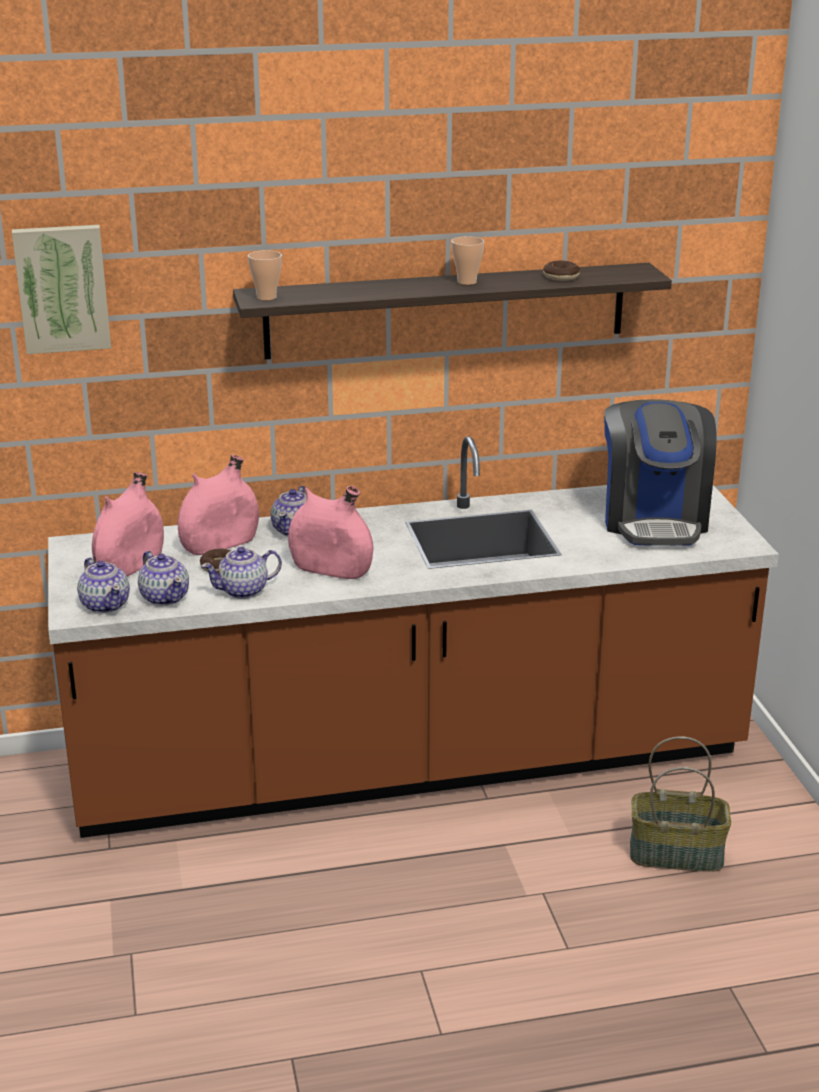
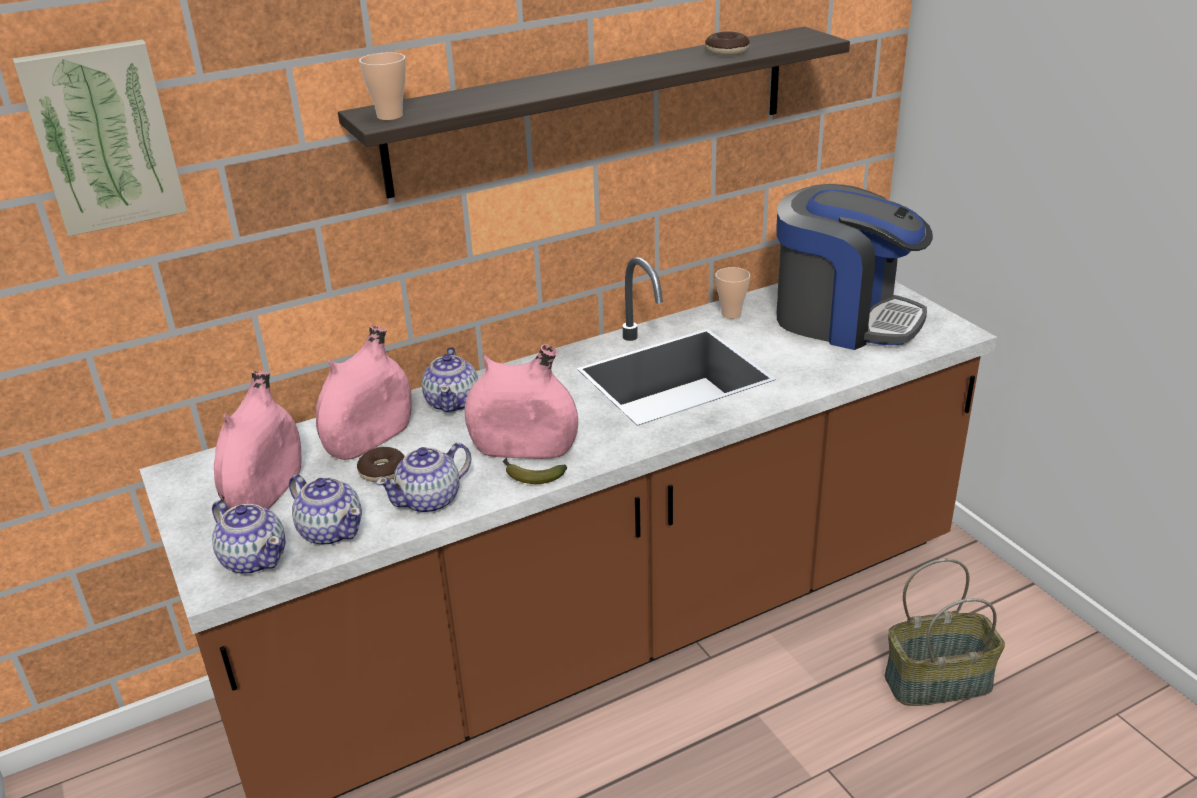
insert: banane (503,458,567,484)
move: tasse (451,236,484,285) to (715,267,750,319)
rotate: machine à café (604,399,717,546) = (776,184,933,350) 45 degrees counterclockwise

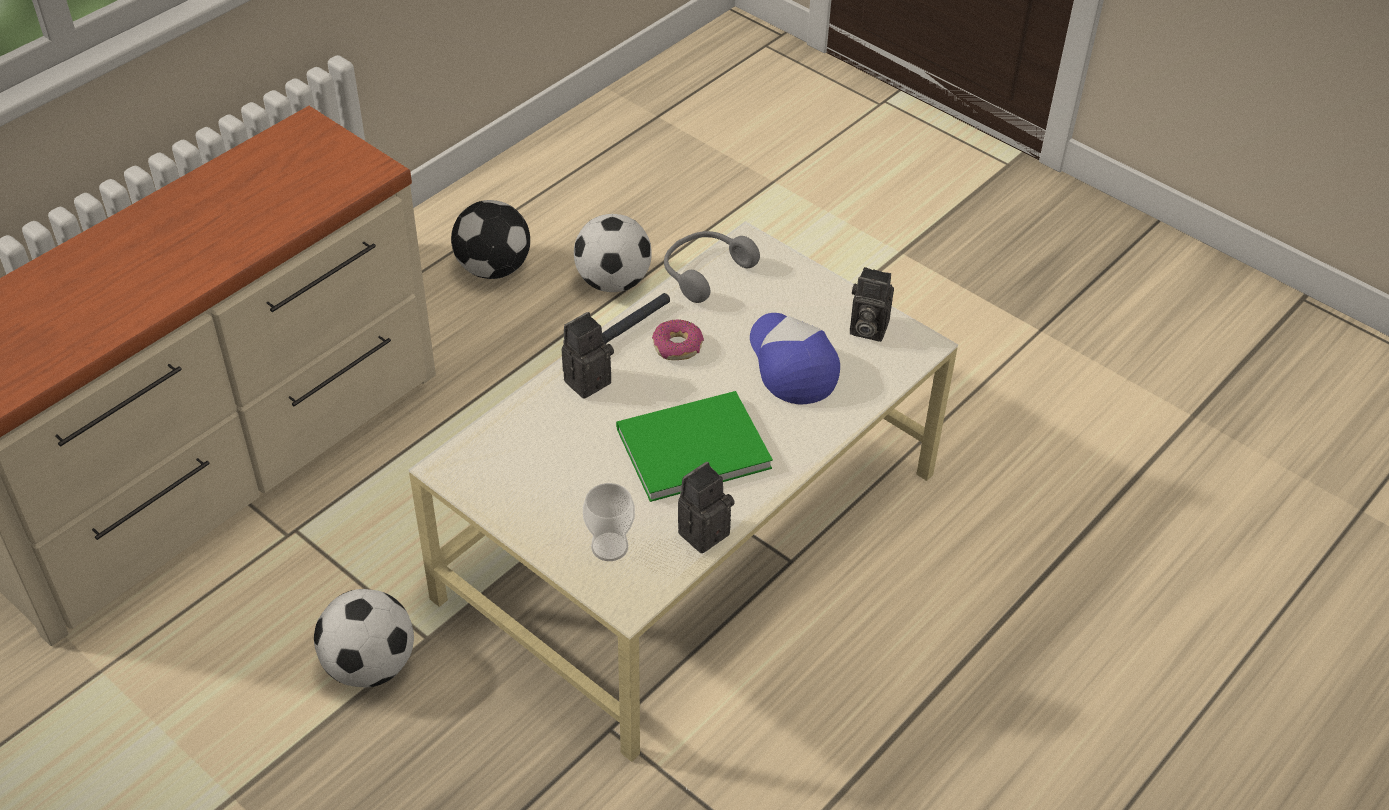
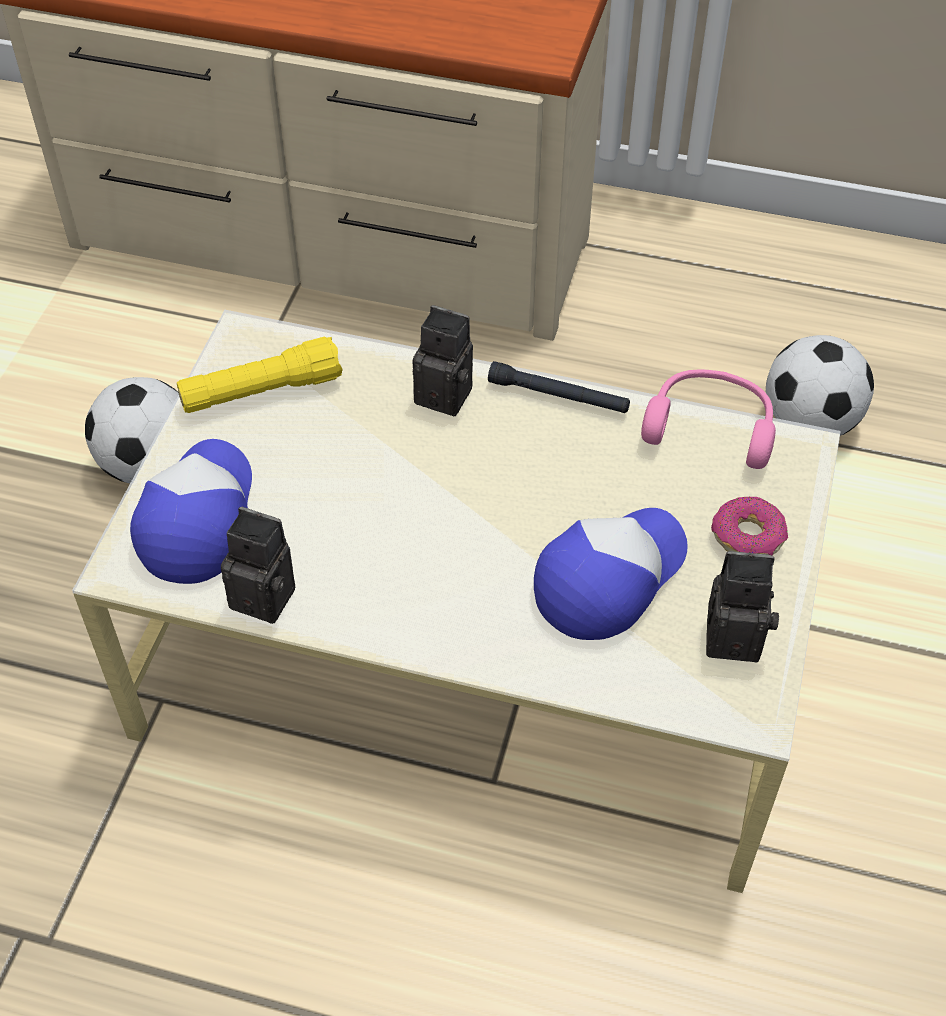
delete: ballon de foot (451,200,530,279); livre (vert) (616,391,773,502)
insert: lampe de poche (jaune) (177,337,343,413)
move: beignet (652,319,704,360) to (711,497,788,556)
replace: tasse (583,483,635,561) to casquette (130,439,252,584)
recolor: casque audio (gris) (664,231,760,303) to casque audio (rose) (641,369,776,469)
rotate: appareil photo (850,267,894,342) = (706,551,779,663) 105 degrees clockwise

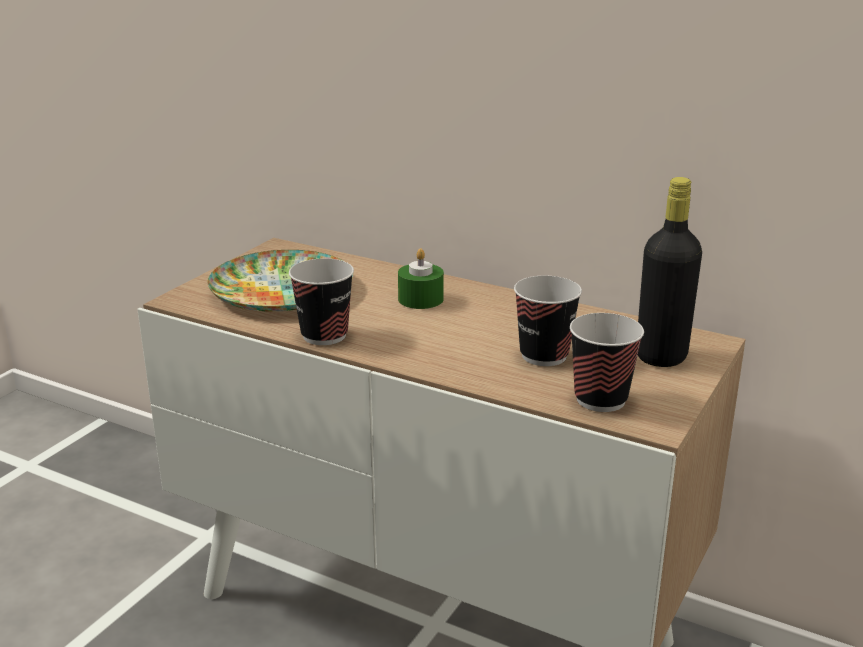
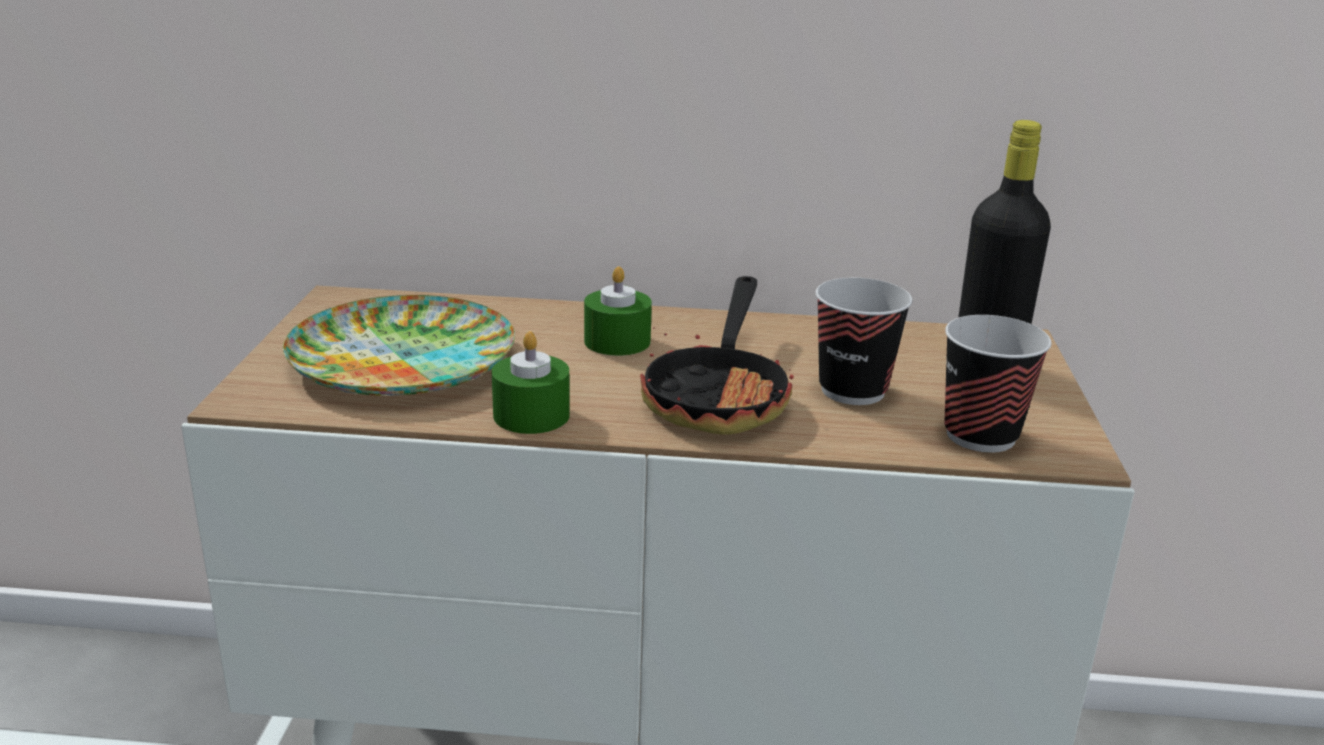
insert: poêle (640,276,794,435)
replace: tasse (289,258,354,345) to bougie (vert) (492,331,570,434)

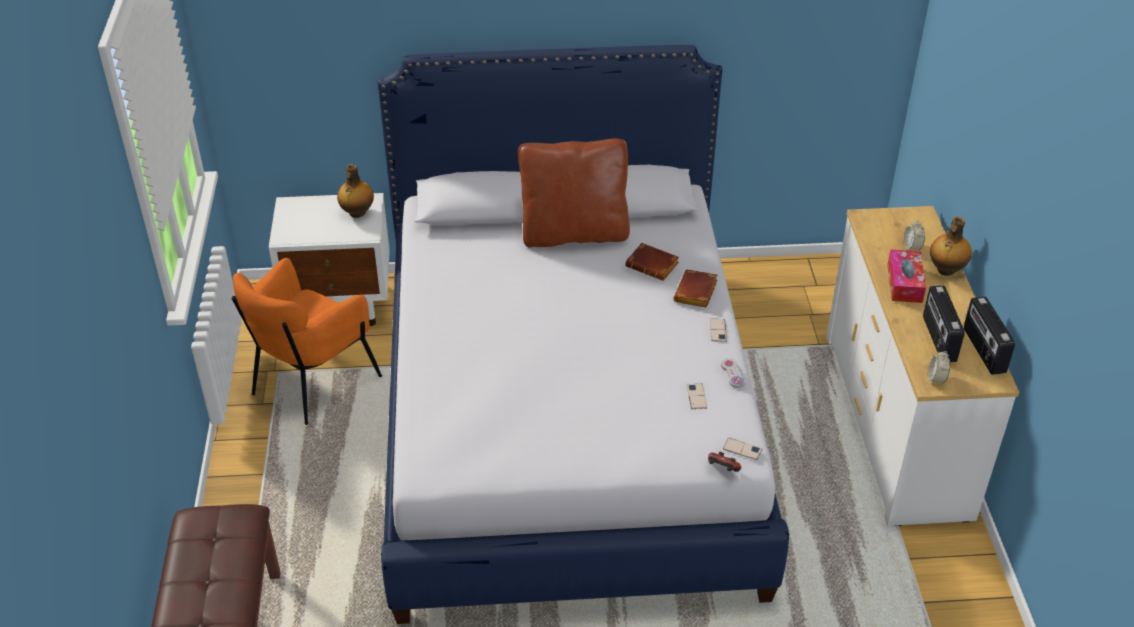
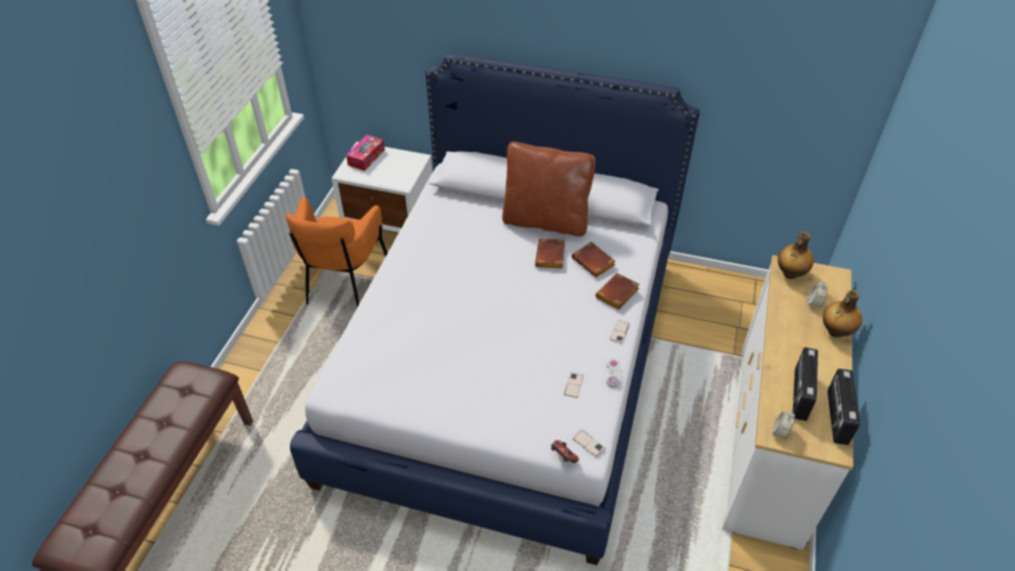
insert: livre (marron) (535,239,565,268)
move: bouteille (337,164,374,218) to (778,232,814,279); boîte à mouchoirs (887,250,926,303) to (346,135,385,171)
rotate: fauteuil (orange) (231,258,382,425) = (286,197,387,307) 45 degrees counterclockwise

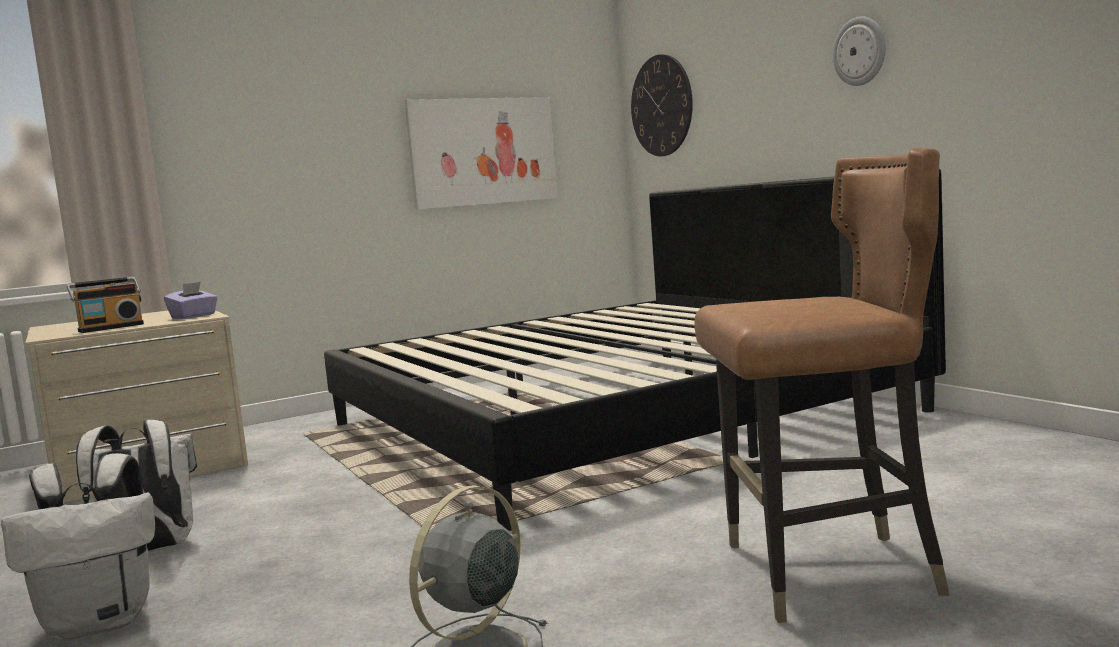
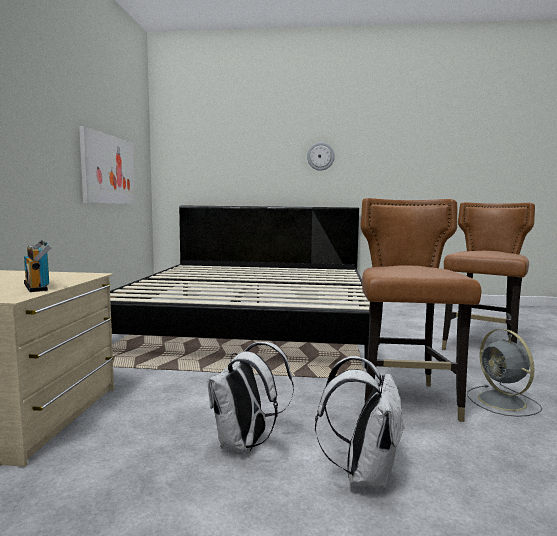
delete: boîte à mouchoirs (violet) (164,282,218,319); horloge murale (631,54,693,156)
insert: chaise (marron) (360,198,481,422)
rotate: radio (67,277,144,333) = (24,240,52,292) 150 degrees clockwise

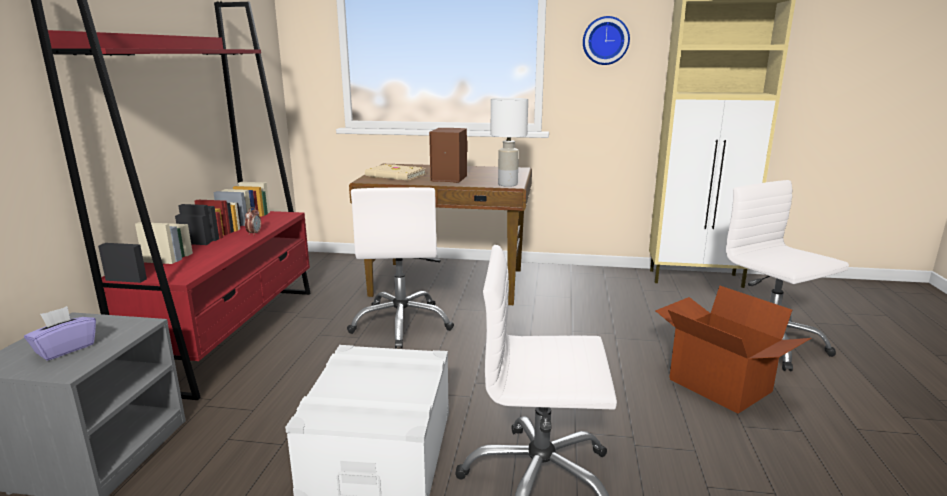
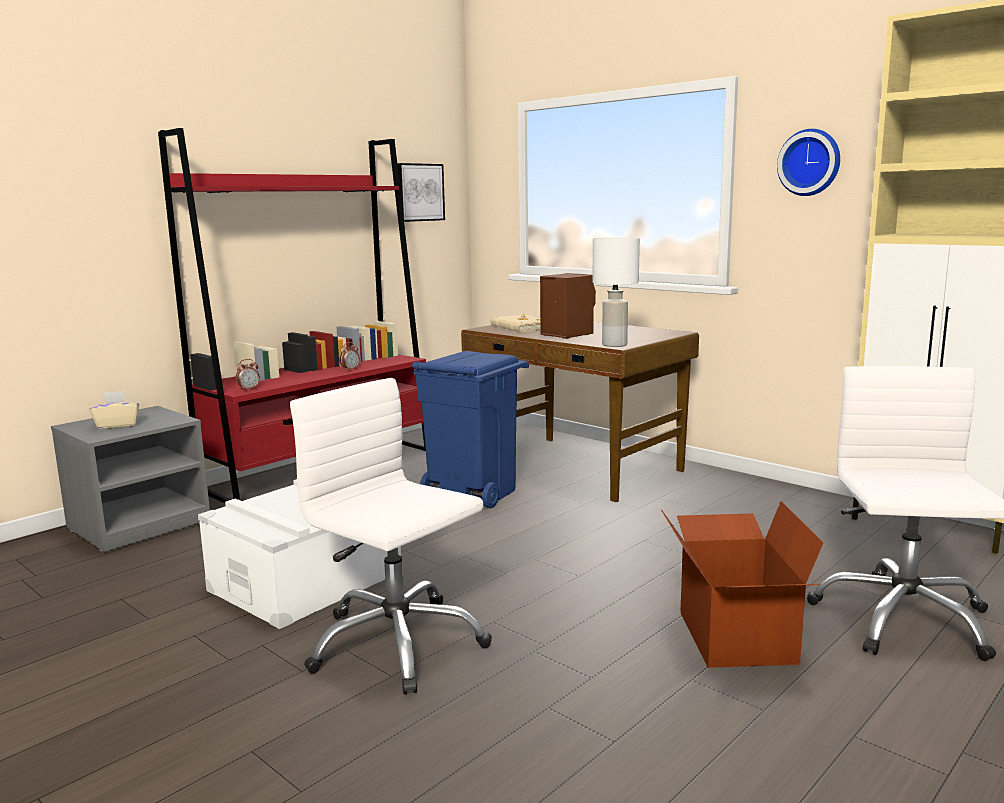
insert: réveil (236,359,260,391); tableau (397,163,445,222)
replace: chaise de bureau (blanc) (347,187,454,349) to poubelle (bleu) (412,351,529,508)
recolor: boîte à mouchoirs (violet) (24,306,96,361) to boîte à mouchoirs (beige) (90,391,140,429)

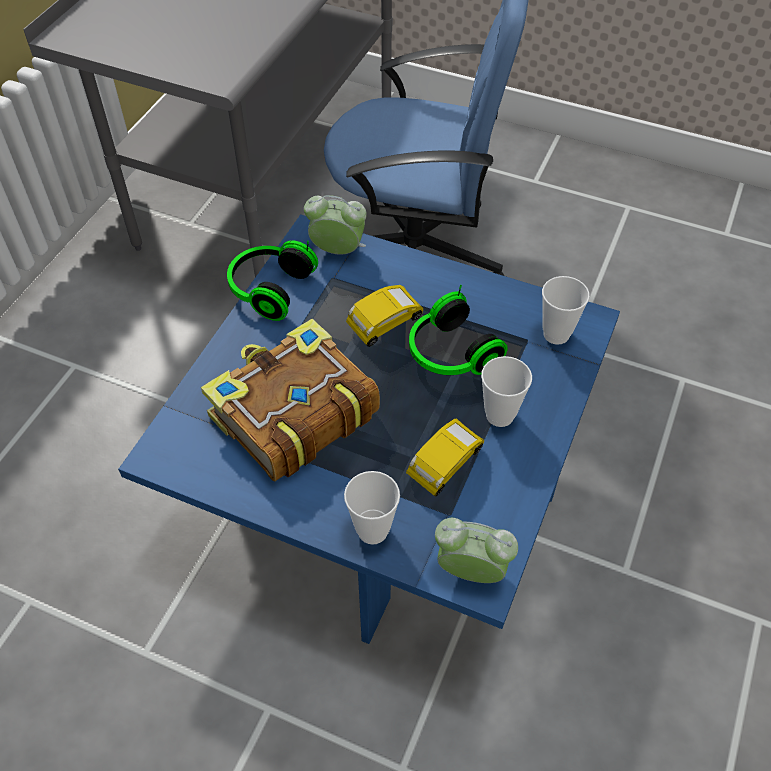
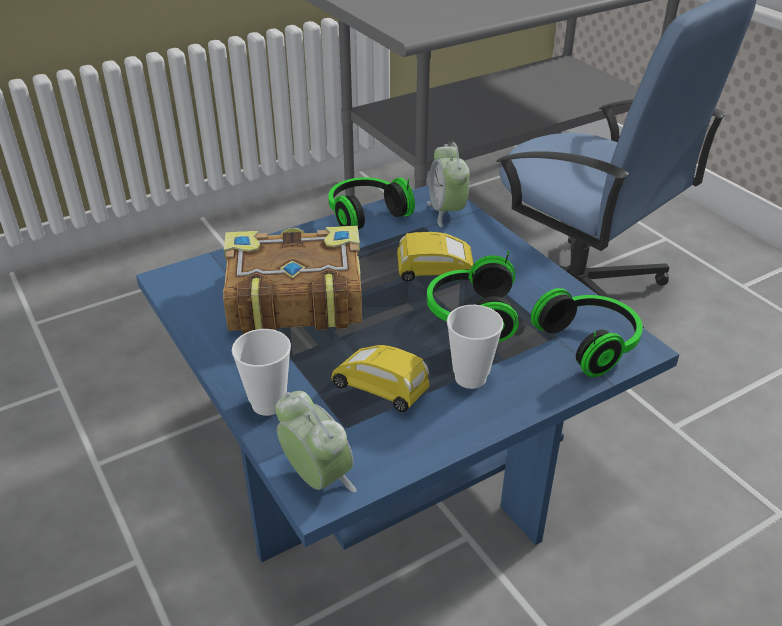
replace: tasse (542,276,590,345) to casque audio (531,288,643,377)
rotate: réveil (304,195,367,255) = (427,142,470,227) 150 degrees counterclockwise; petite voiture (jaune) (406,419,484,497) = (332,345,429,412) 135 degrees counterclockwise

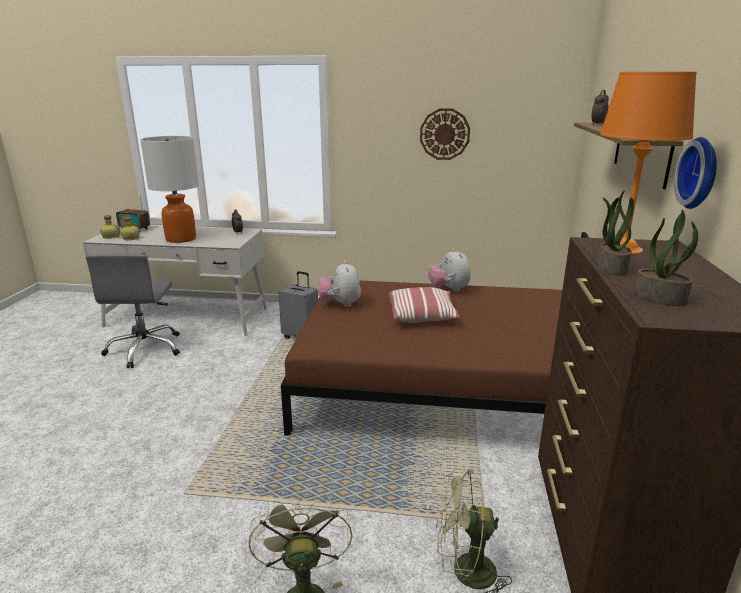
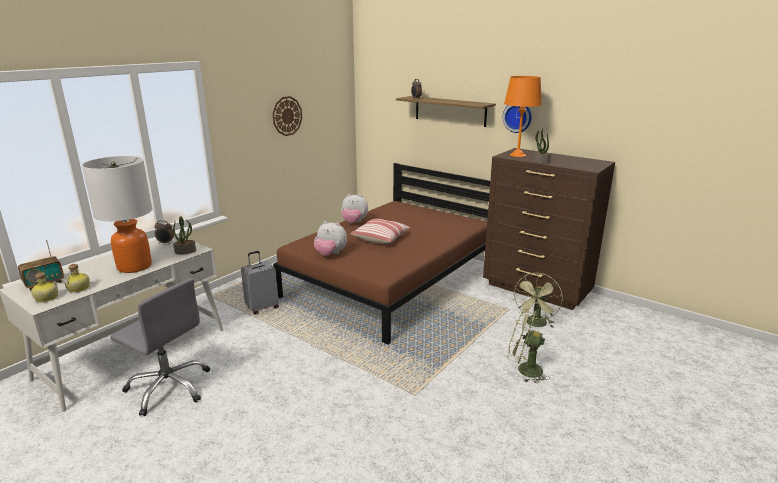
move: plante en pot (634,210,698,306) to (173,216,196,254)

